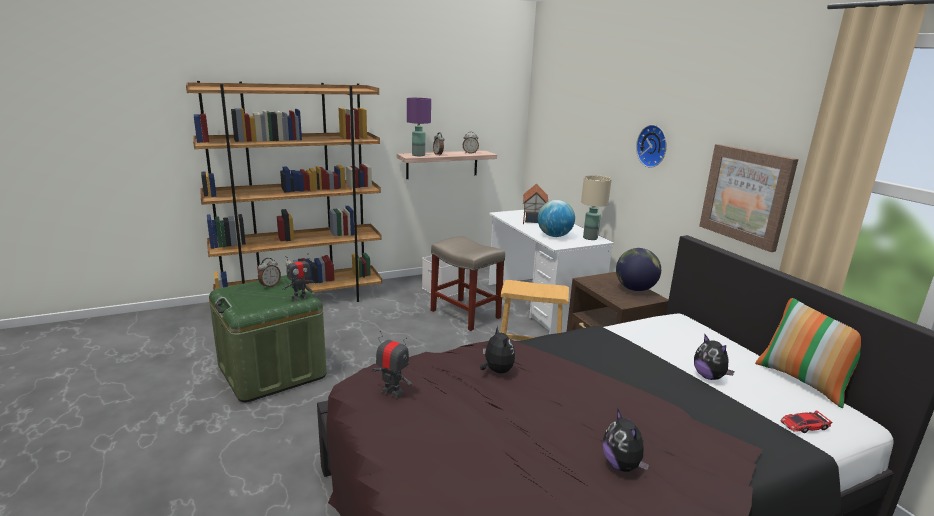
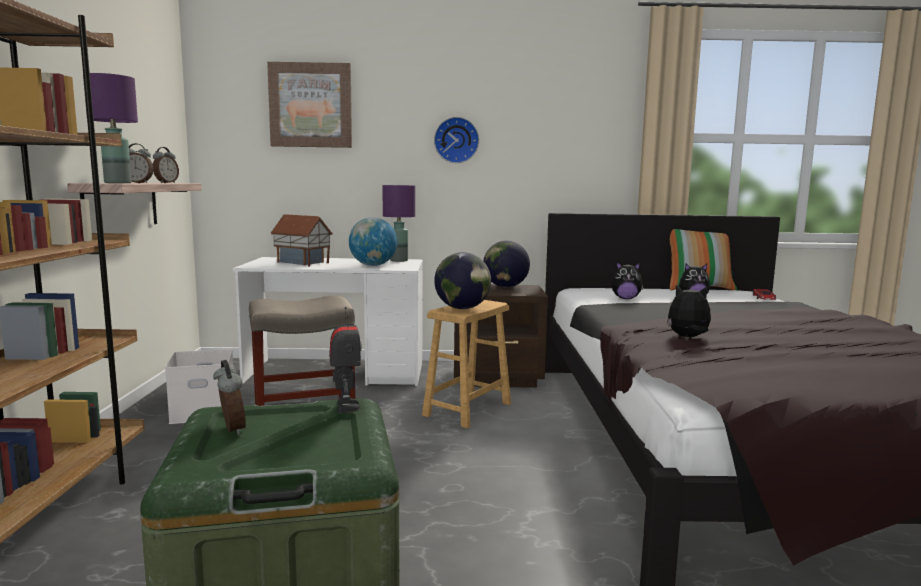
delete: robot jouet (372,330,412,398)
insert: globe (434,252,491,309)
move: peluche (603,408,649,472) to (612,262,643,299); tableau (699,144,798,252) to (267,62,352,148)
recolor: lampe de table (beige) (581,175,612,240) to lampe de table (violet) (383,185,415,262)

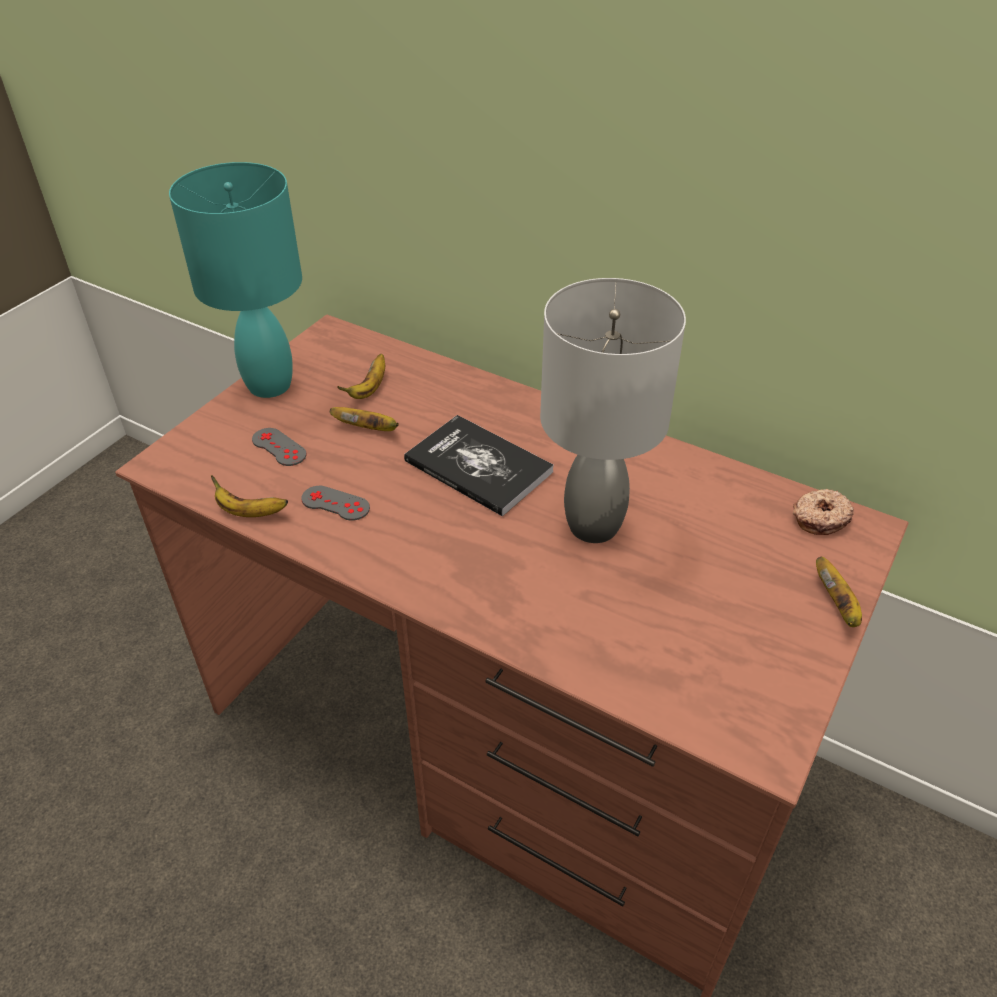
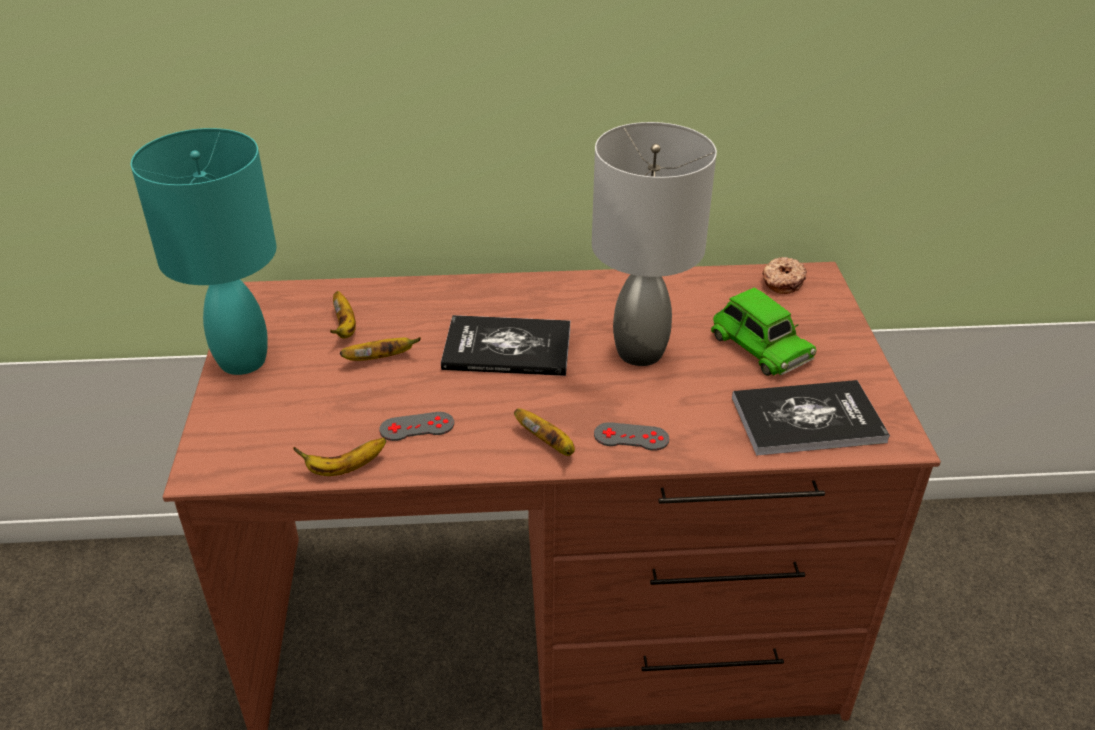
insert: petite voiture (vert) (711,288,816,376); livre (732,380,890,456)
move: manette (gris) (252,428,307,466) to (594,422,669,451); banane (816,556,862,627) to (514,408,575,456)

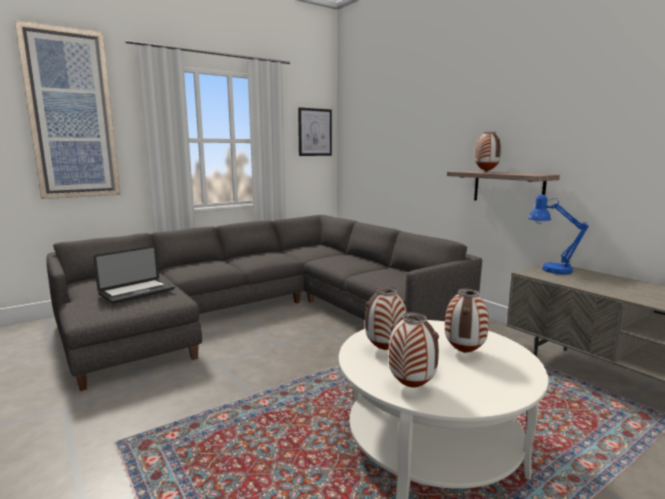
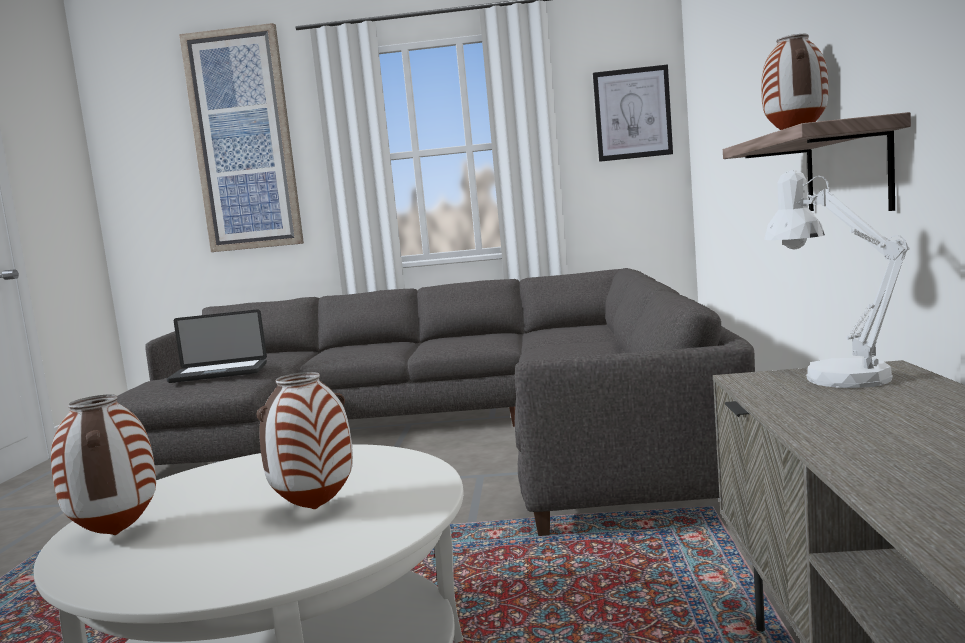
delete: vase (365,287,407,350)
recolor: lampe de table (bleu) (528,194,589,274) to lampe de table (blanc) (764,170,910,388)

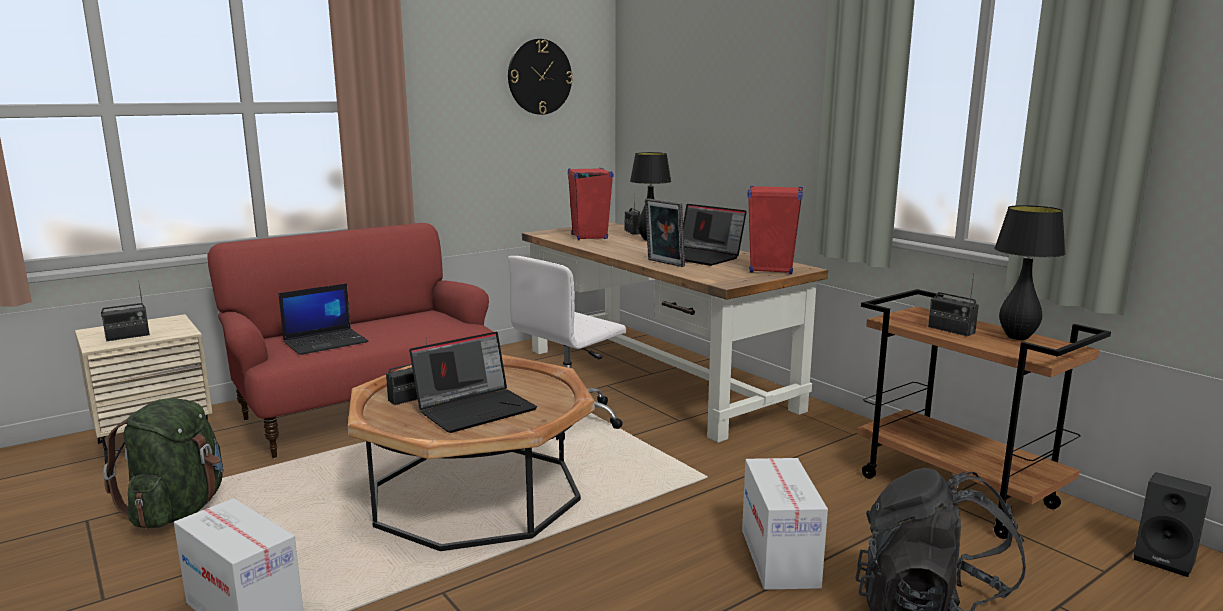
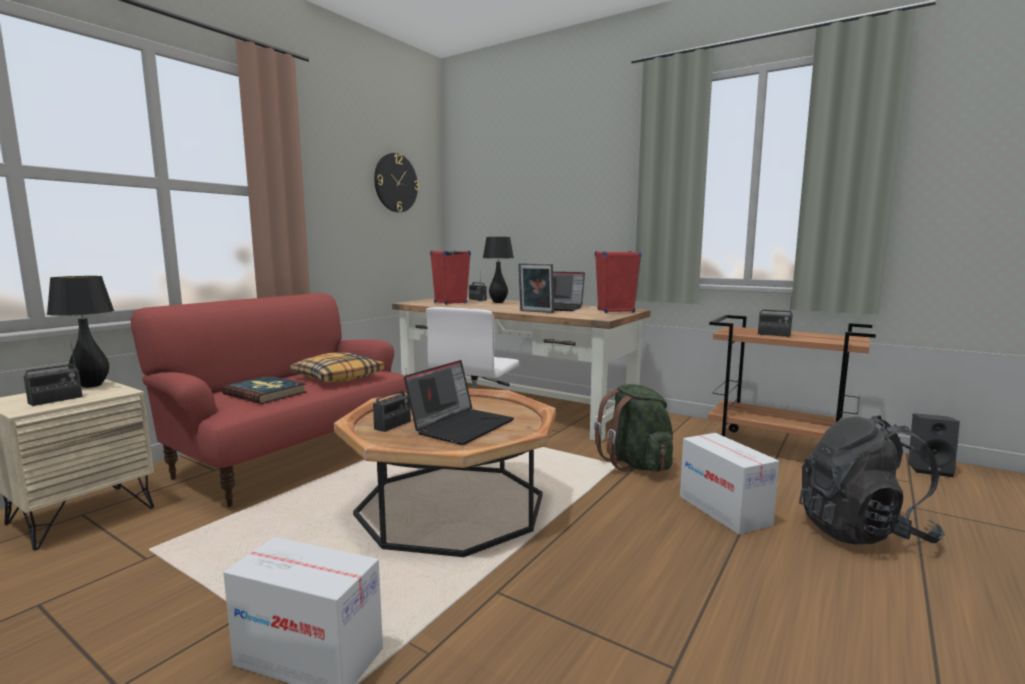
insert: coussin (290,352,384,383)
move: sac à dos (vert) (103,398,223,529) to (594,384,673,472); lampe de table (noir) (995,205,1066,340) to (47,276,114,388)
replace: ordinateur portable (279,283,369,355) to livre (222,376,307,404)

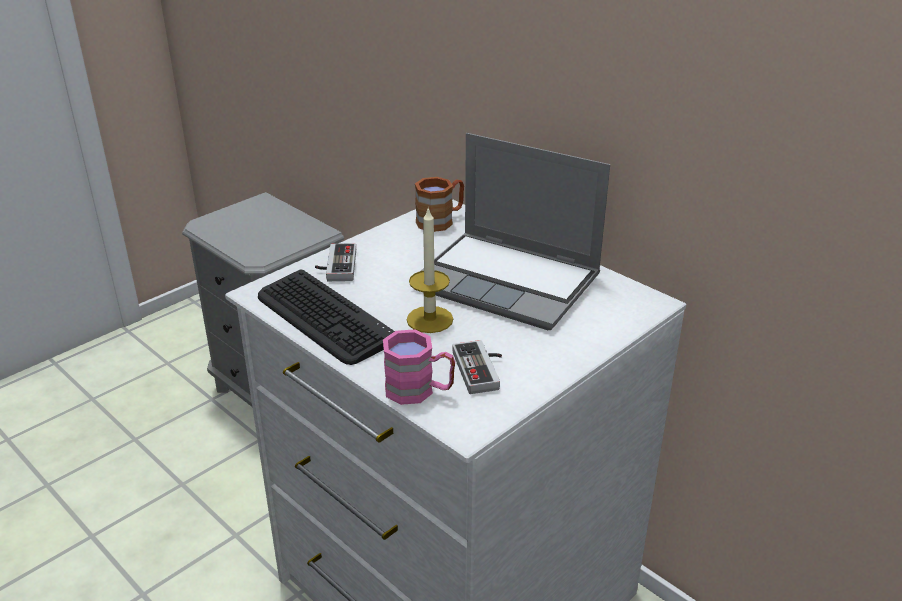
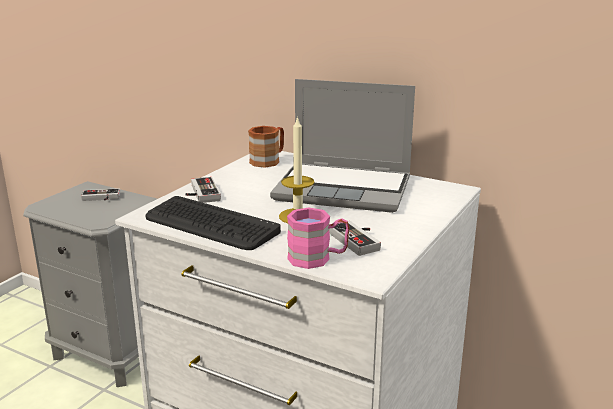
insert: manette (81,188,120,201)

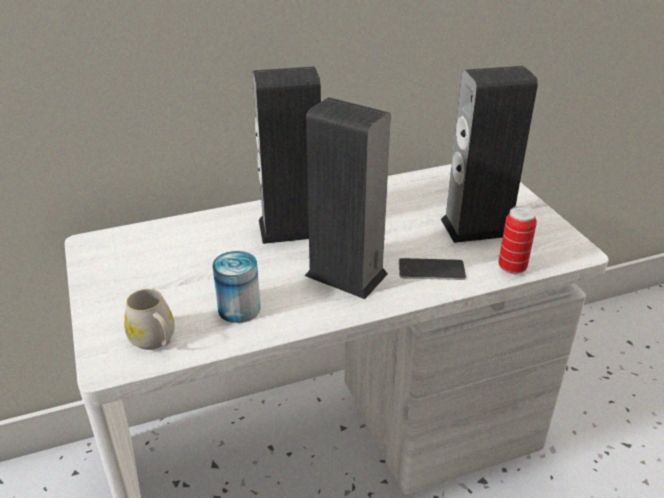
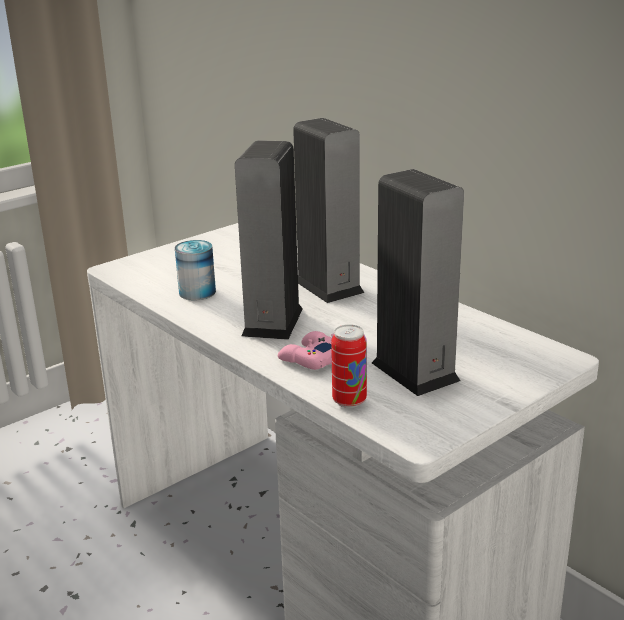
delete: mug (blanc) (124,289,175,350)
replace: téléphone (399,258,466,280) to manette (rose) (278,331,334,370)

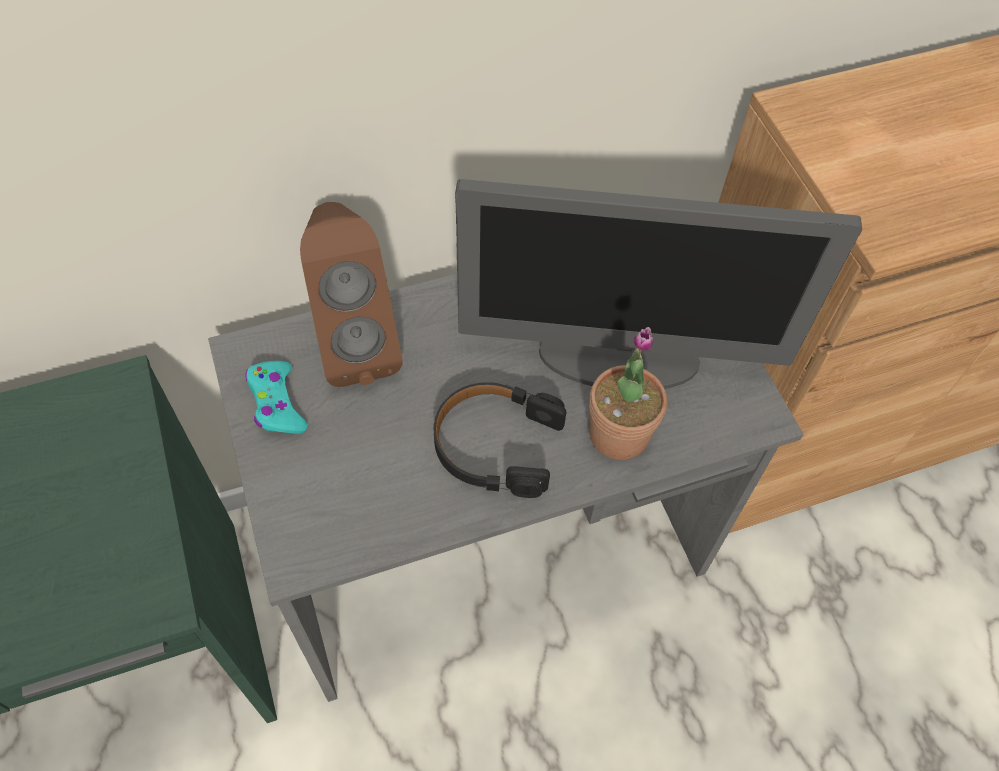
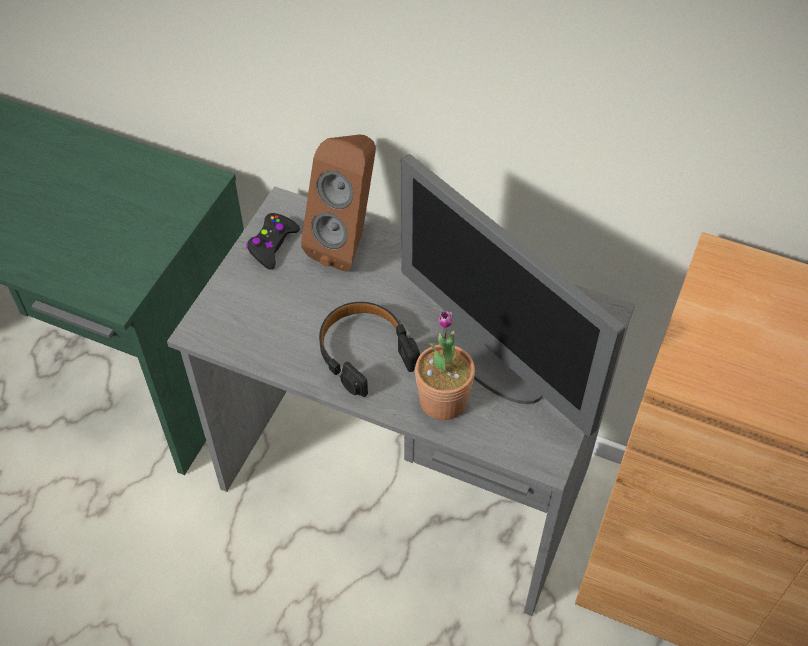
recolor: manette (turquoise) (245,361,307,434) to manette (noir) (246,213,300,270)

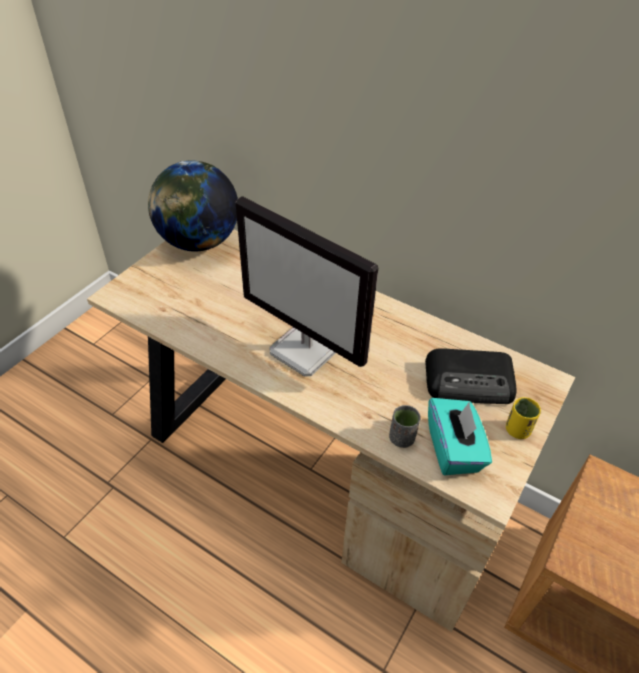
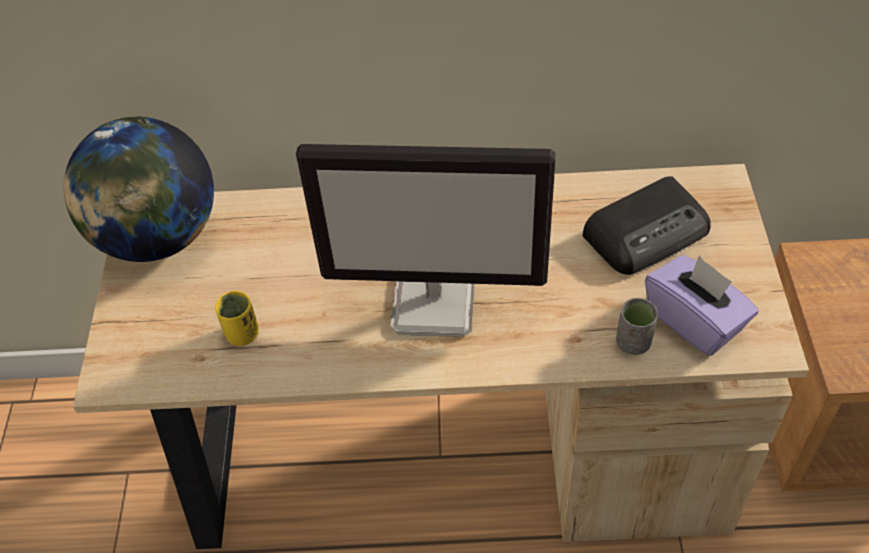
move: tasse (jaune) (506,397,541,439) to (215,291,259,346)
recolor: boîte à mouchoirs (turquoise) (428,398,492,475) to boîte à mouchoirs (violet) (645,255,759,356)

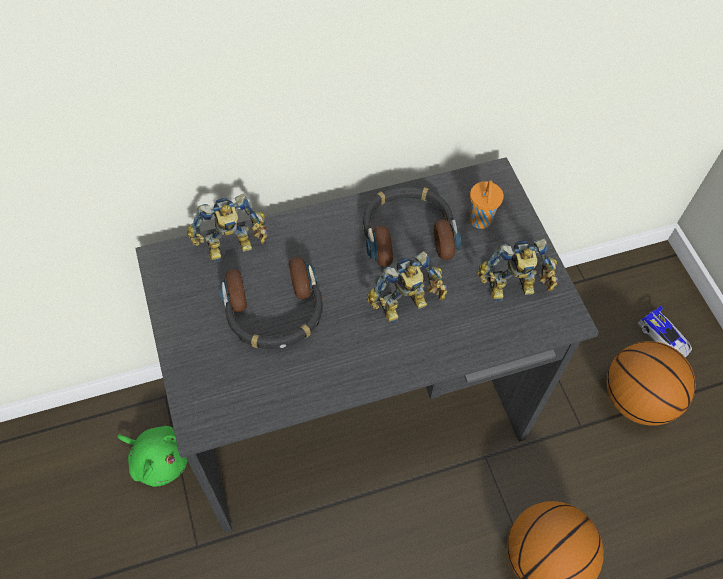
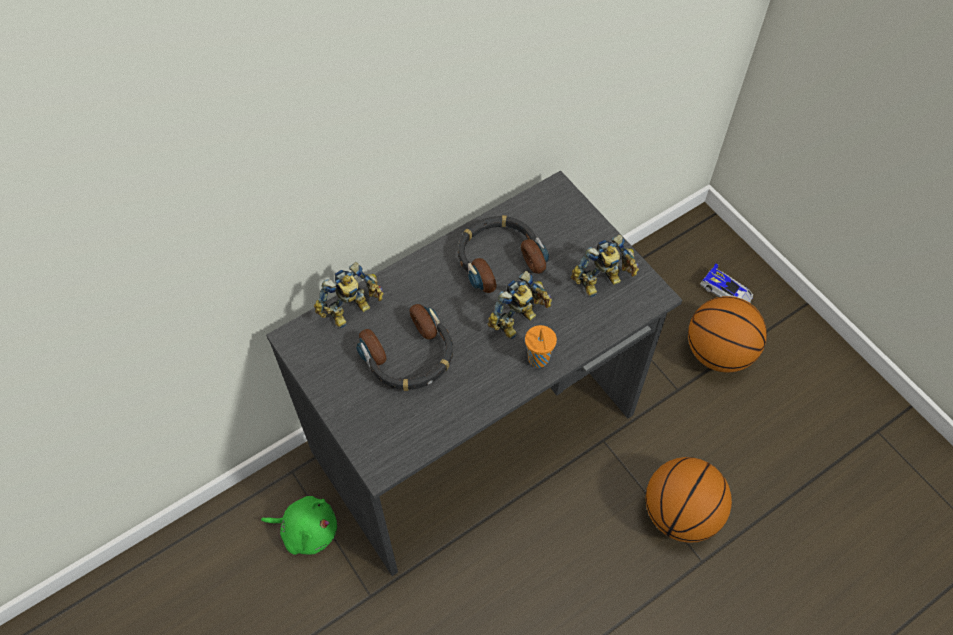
move: tasse (orange) (470,180,504,229) to (525,325,557,368)

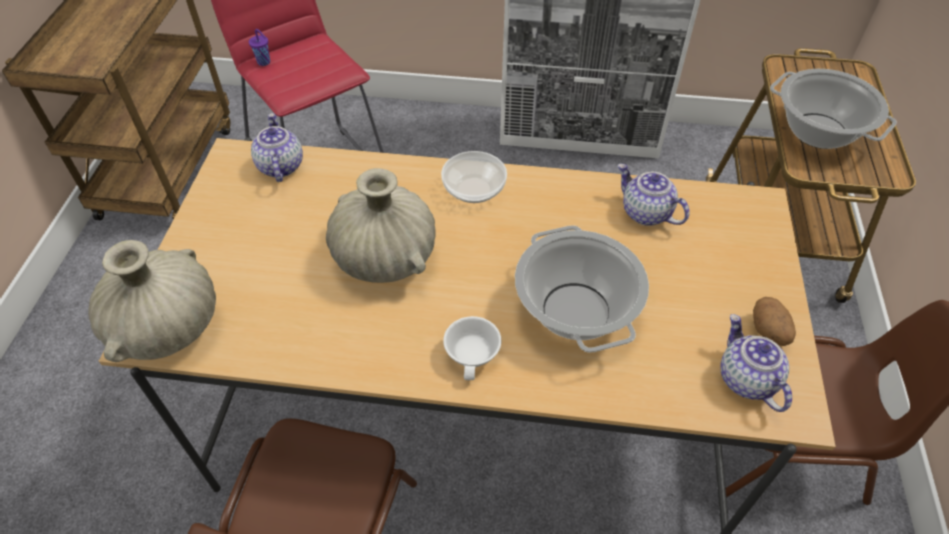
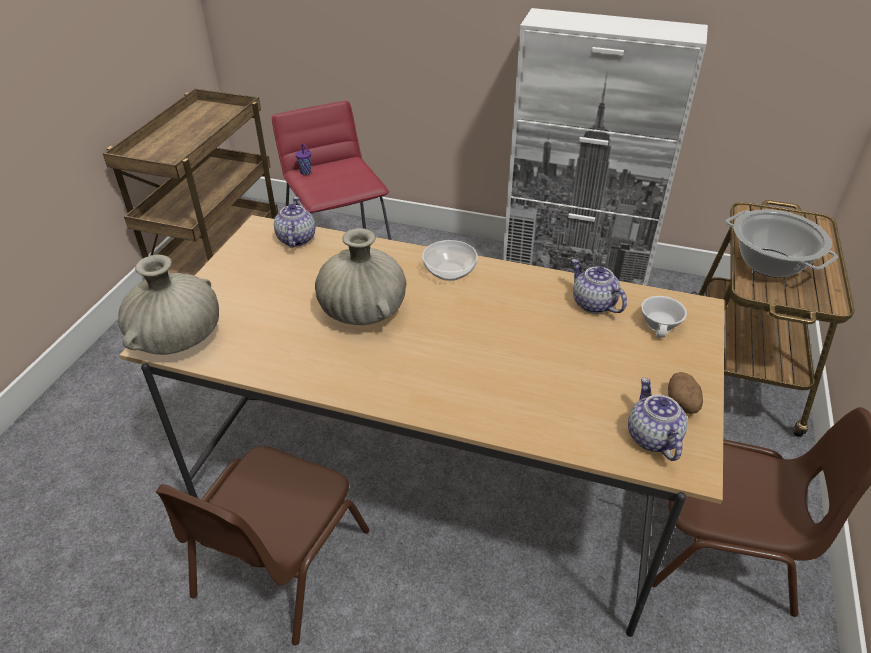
delete: marmite (515,225,649,353)
move: tasse (blanc) (443,316,501,380) to (641,296,687,338)

